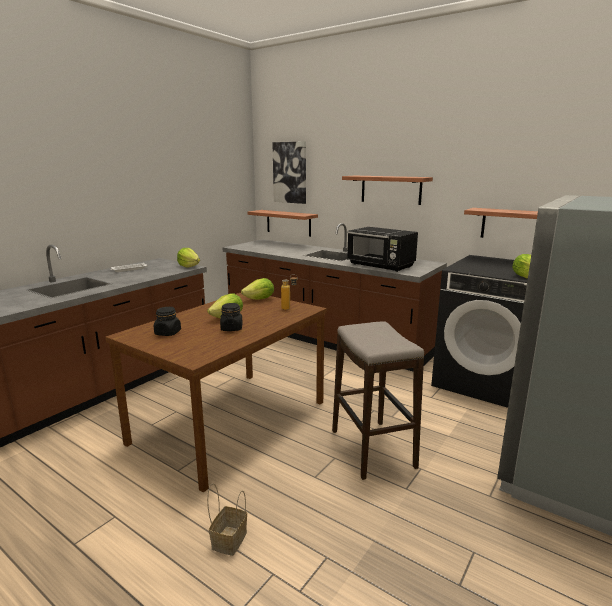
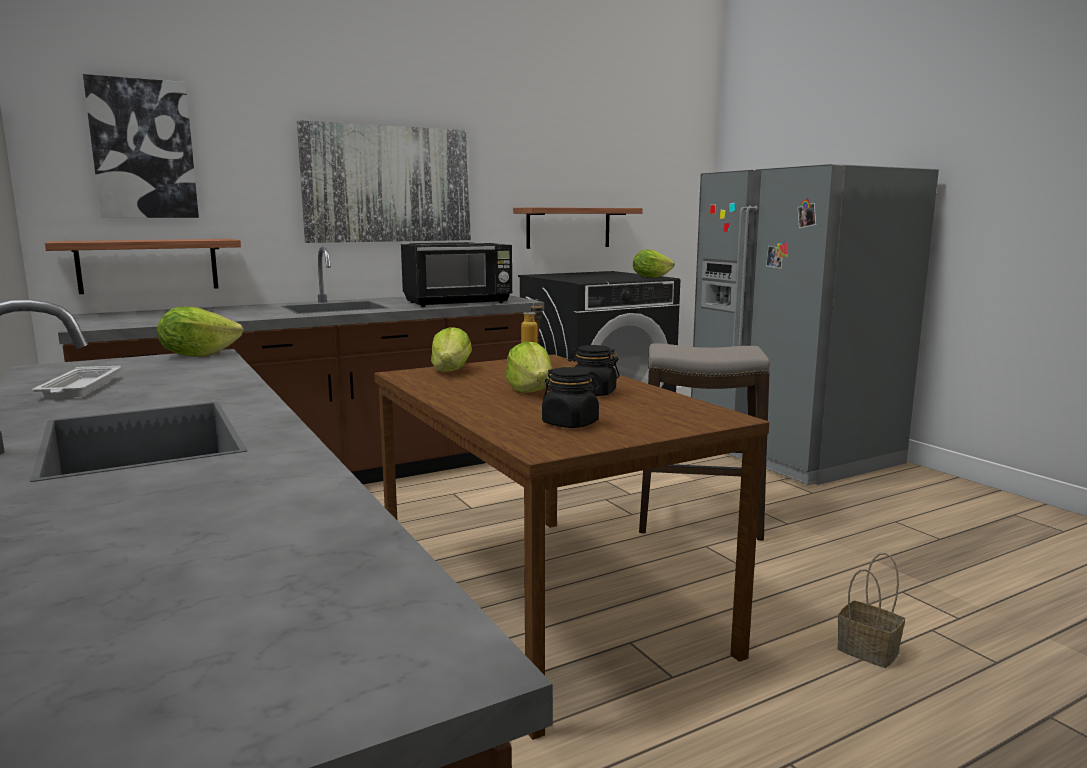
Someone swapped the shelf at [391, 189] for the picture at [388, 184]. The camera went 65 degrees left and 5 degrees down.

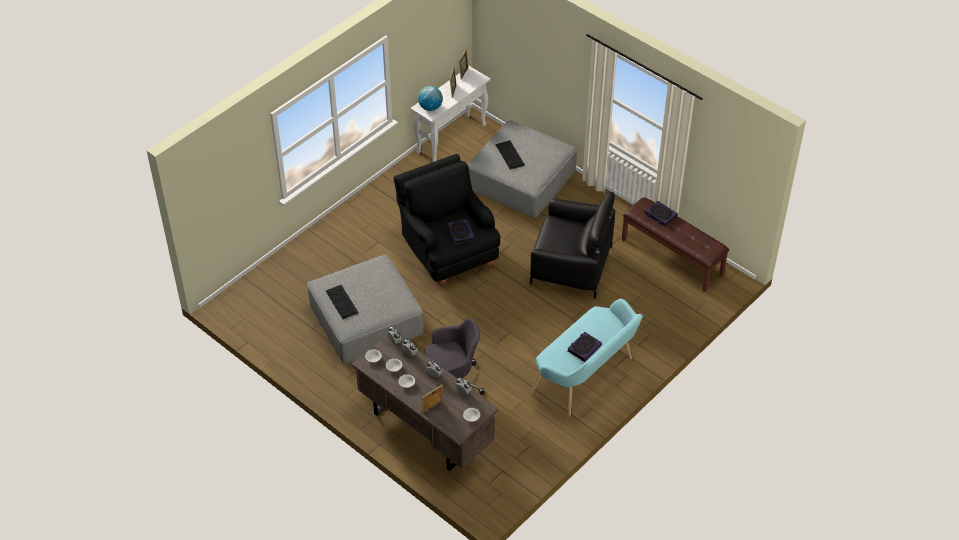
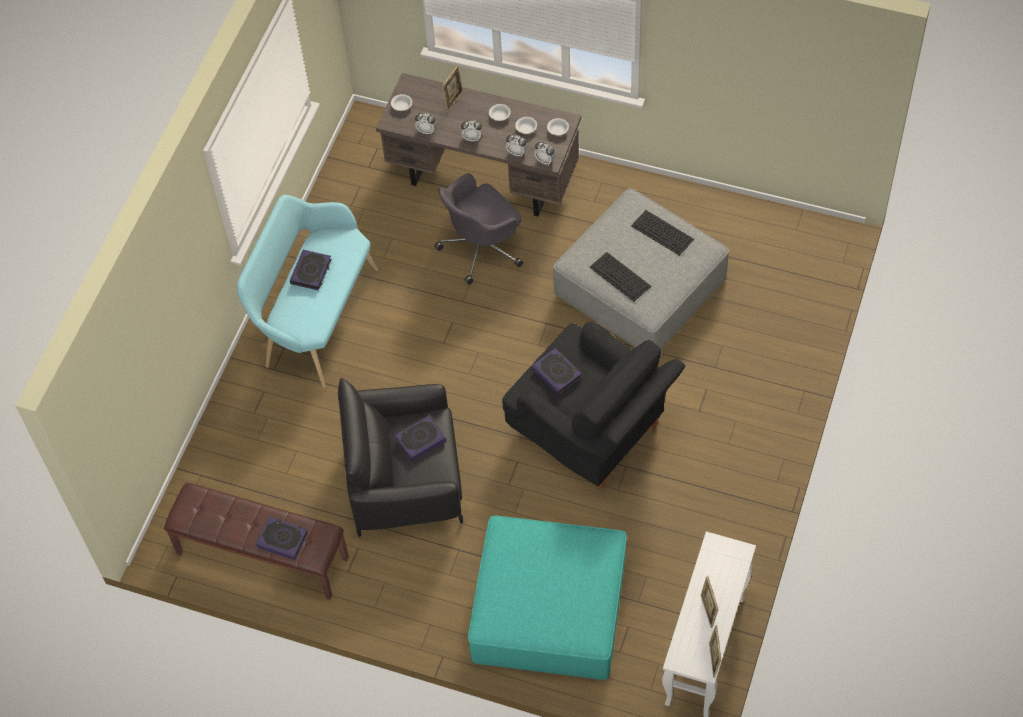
Someone took away the globe at [430, 107]. Someone repainted the grey ottoman at [521, 180], which became the turquoise ottoman at [550, 610]. Someone carried the keyboard from [509, 154] to [621, 277]. Someone put down the book at [420, 440]. The camera went 160 degrees right and 10 degrees up.

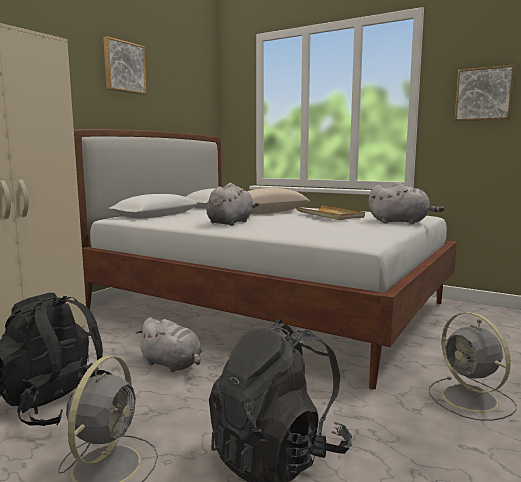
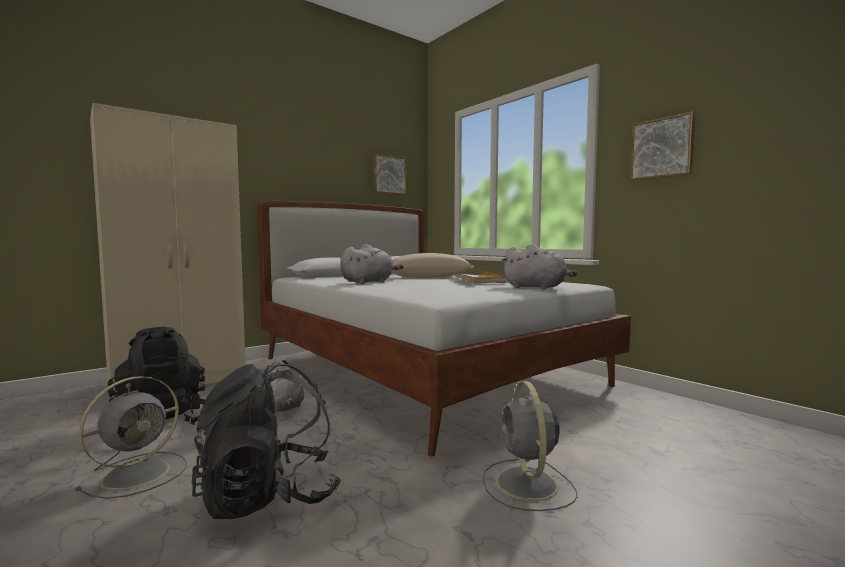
Someone carried the picture from [123, 67] to [388, 175]. The camera went 20 degrees right and 5 degrees down.

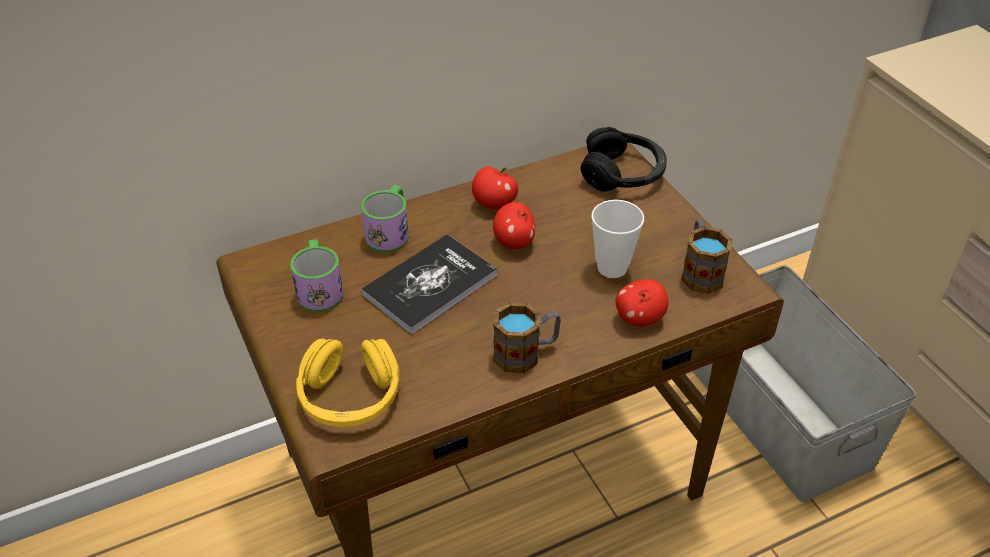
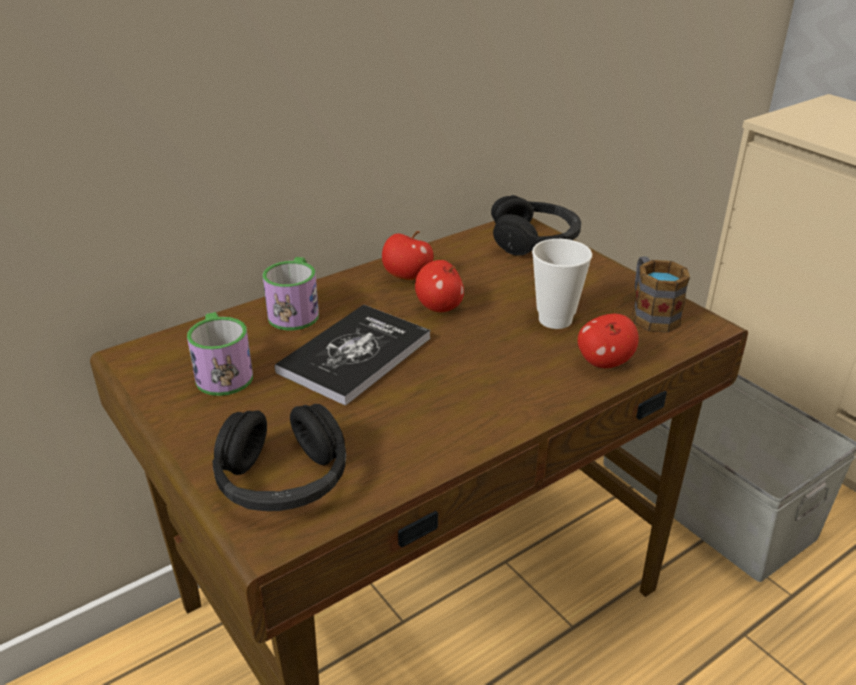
Someone took away the mug at [526, 353]. Someone repainted the yellow headphones at [350, 397], which became the black headphones at [282, 480]. The camera went 10 degrees left and 10 degrees down.

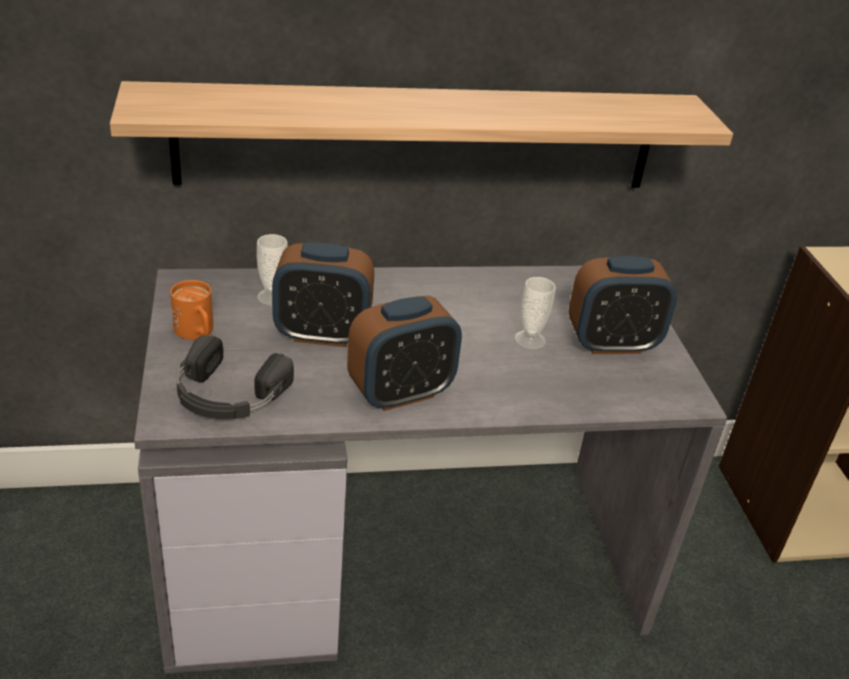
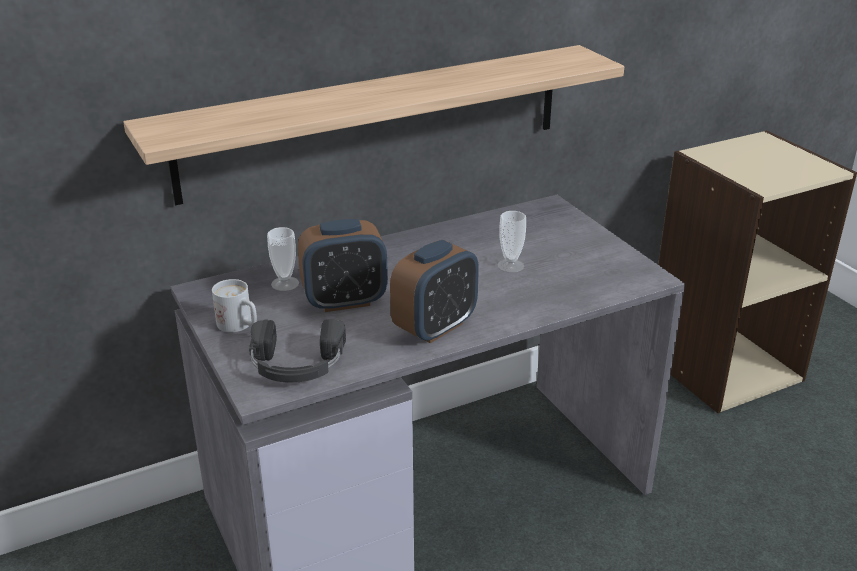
Someone took away the alarm clock at [612, 343]. Someone repainted the orange mug at [197, 333], which became the white mug at [239, 325]. The camera went 15 degrees left and 5 degrees down.

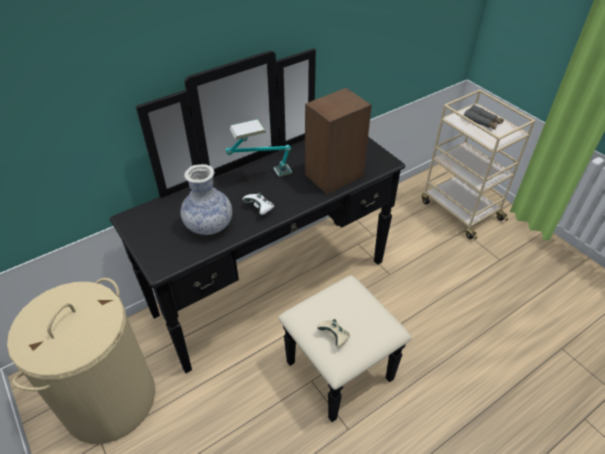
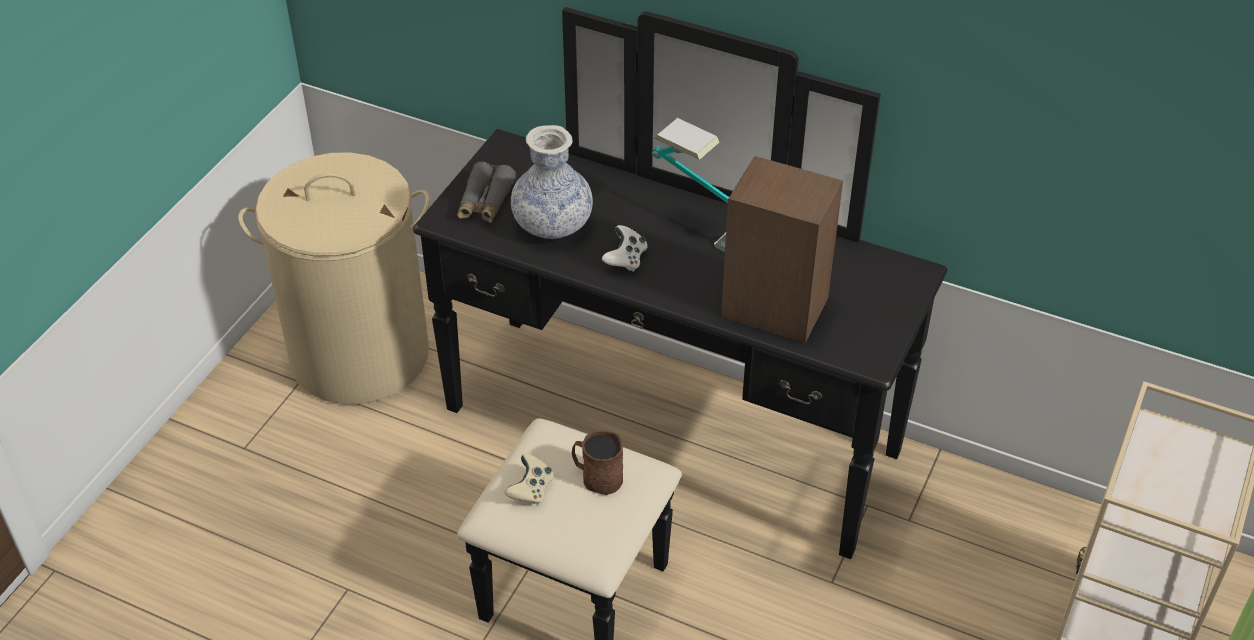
Someone carried the grey binoculars from [482, 122] to [485, 202]. Someone put down the brown mug at [597, 477]. The camera went 60 degrees right and 0 degrees up.

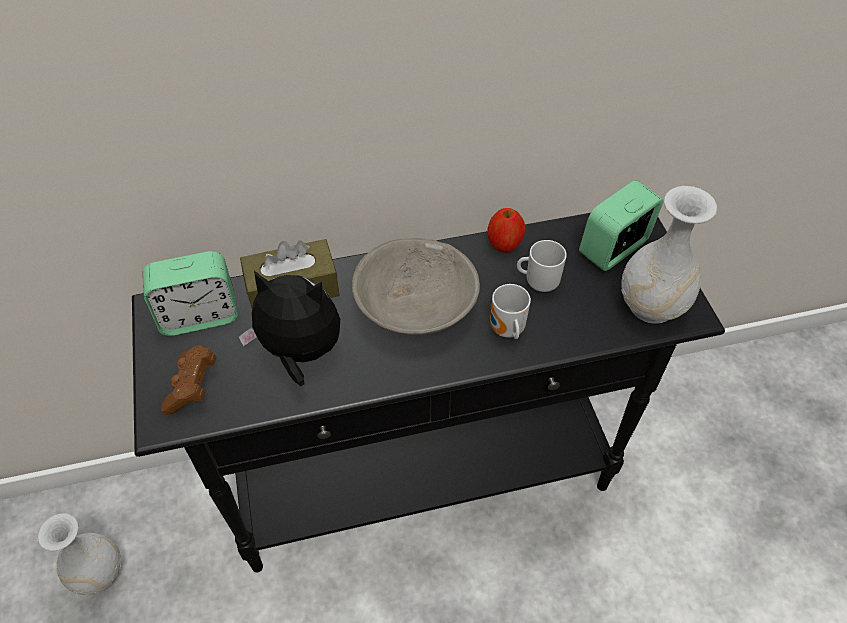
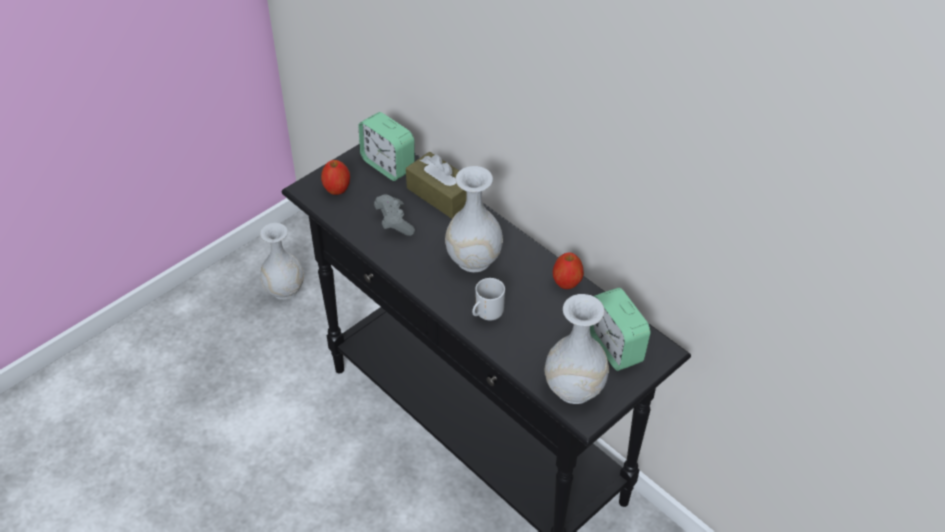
Someone rotated the alarm clock at [614, 249] by 135 degrees counterclockwise. Someone swapped the grey bowl at [415, 305] for the white vase at [473, 259]. Someone took away the mug at [539, 282]. Someone swapped the plush toy at [299, 353] for the grey game controller at [394, 222]. Someone swapped the brown game controller at [192, 387] for the apple at [337, 189]. The camera went 60 degrees right and 5 degrees down.

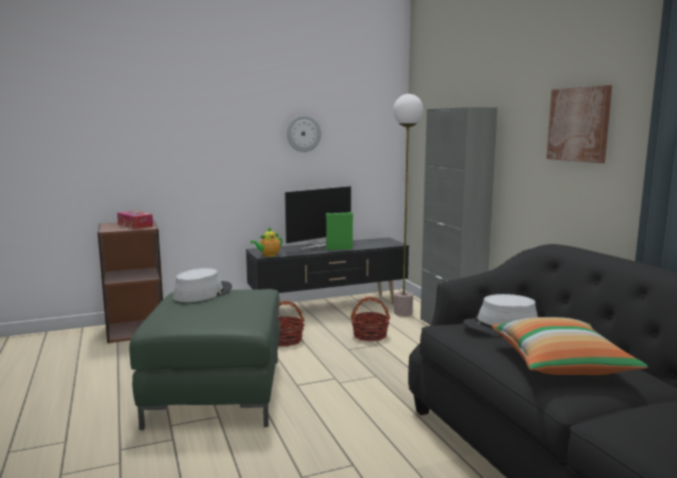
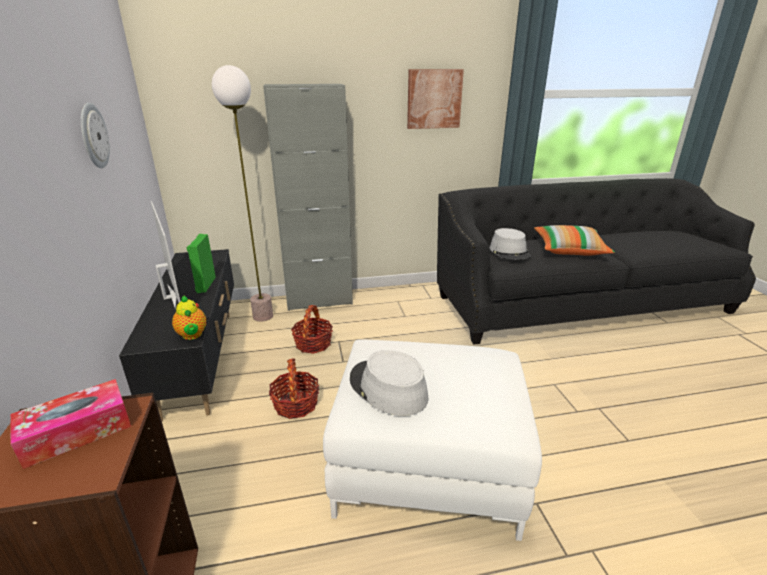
Someone repainted the green ottoman at [216, 392], which became the white ottoman at [427, 468]. The camera went 80 degrees left and 15 degrees up.

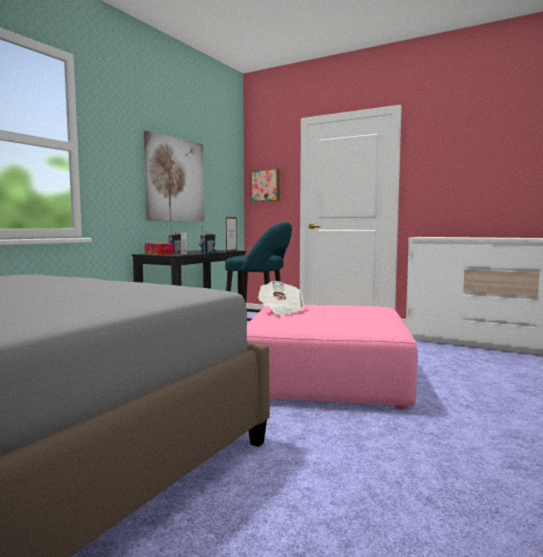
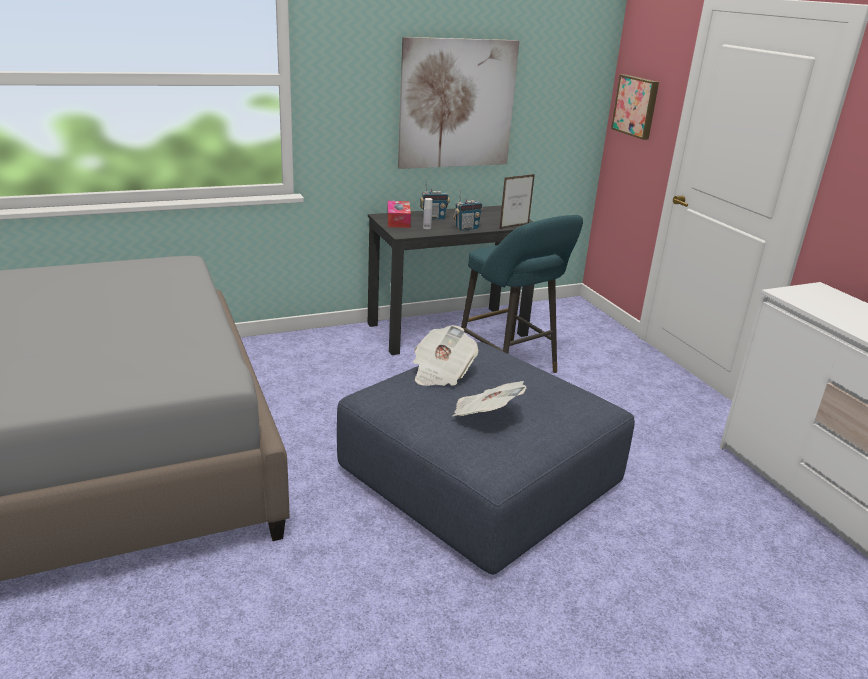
Someone repainted the pink ottoman at [326, 378], which became the blue ottoman at [481, 476]. Someone put down the newspaper at [485, 415]. The camera went 35 degrees right and 20 degrees up.

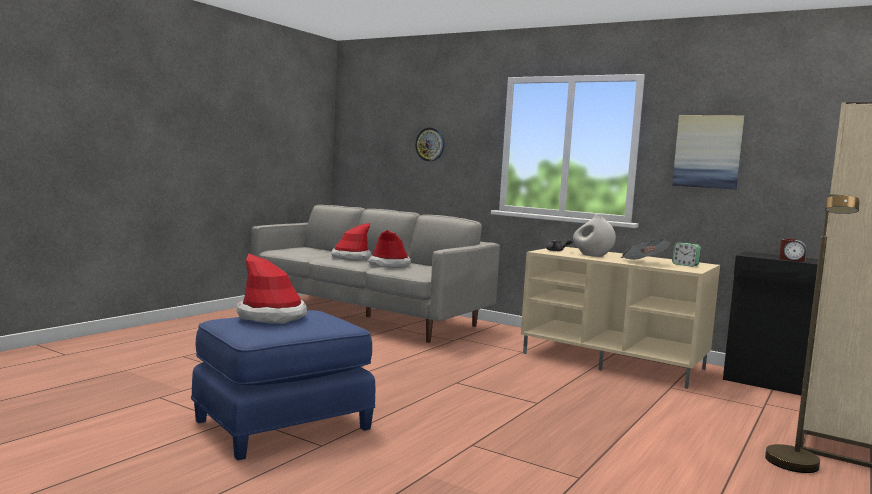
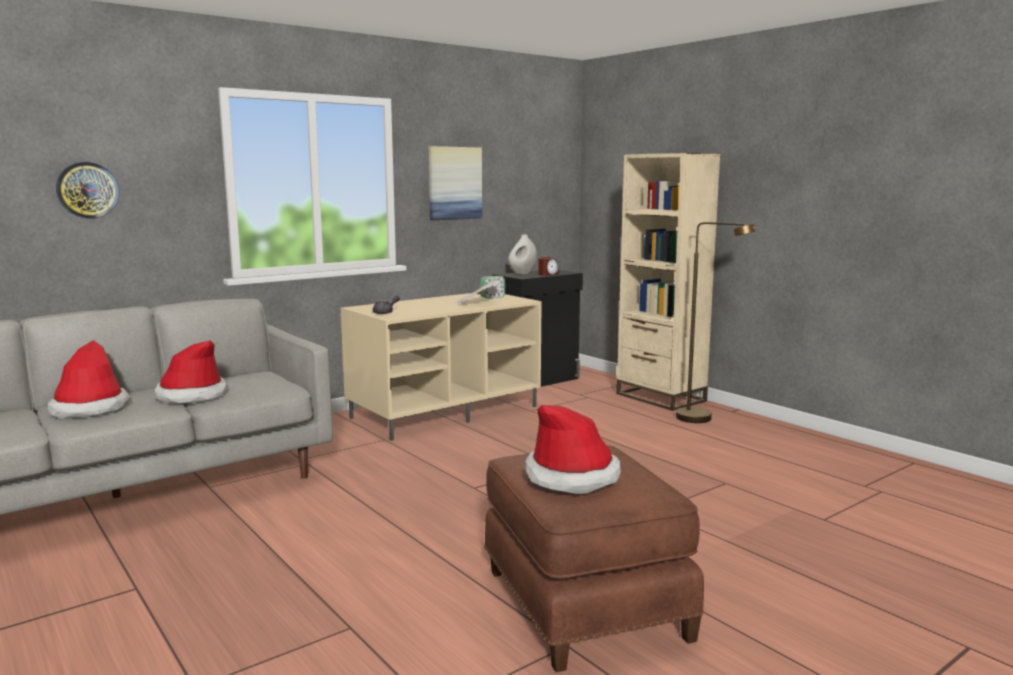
Someone carried the white vase from [592, 255] to [522, 273]. Someone repainted the blue ottoman at [282, 424], which became the brown ottoman at [582, 604]. The camera went 70 degrees left and 5 degrees up.

